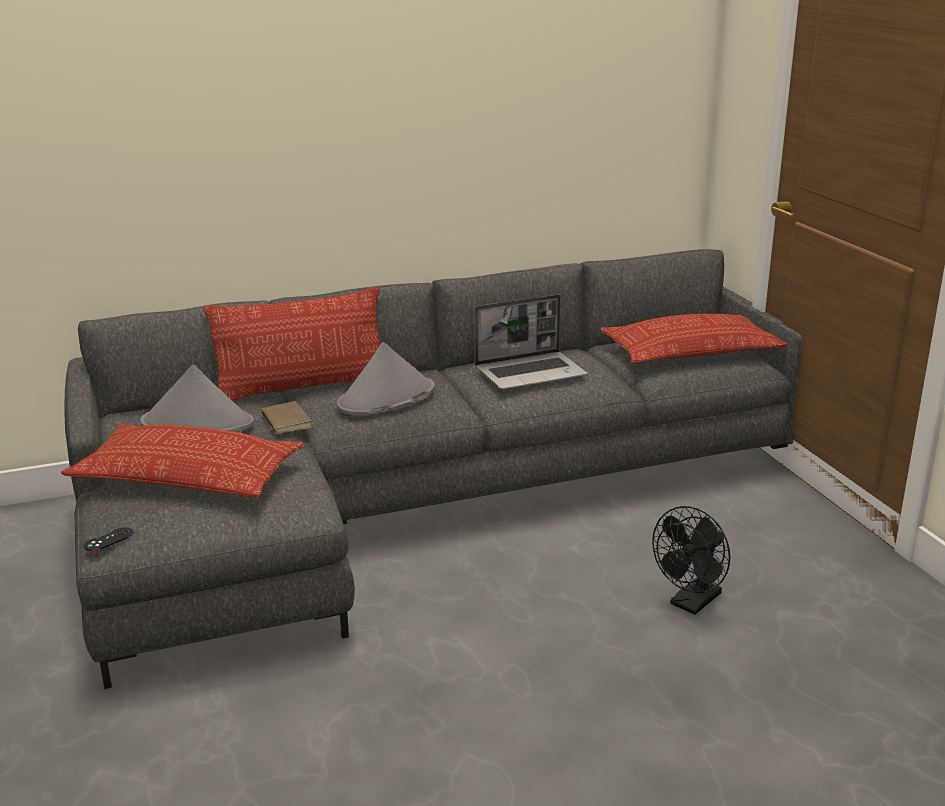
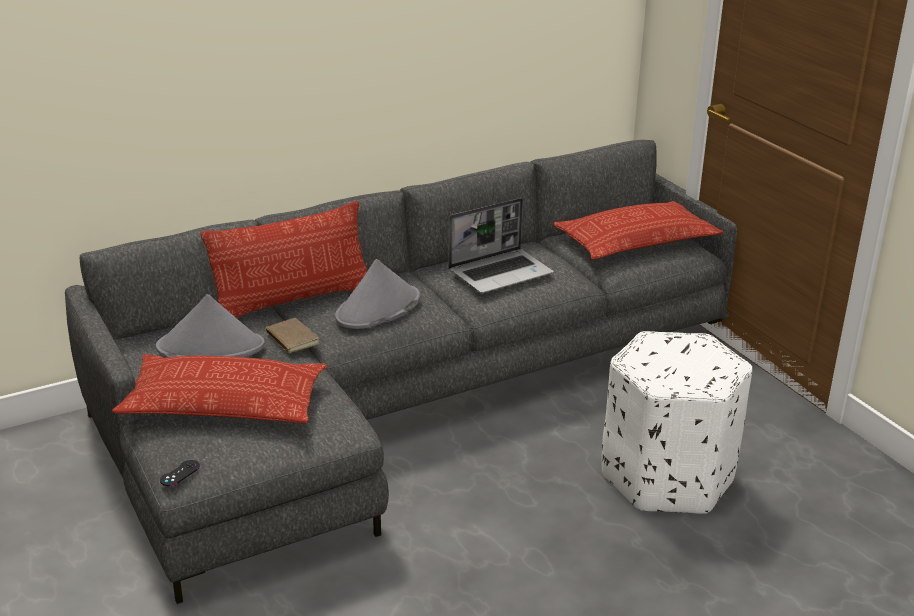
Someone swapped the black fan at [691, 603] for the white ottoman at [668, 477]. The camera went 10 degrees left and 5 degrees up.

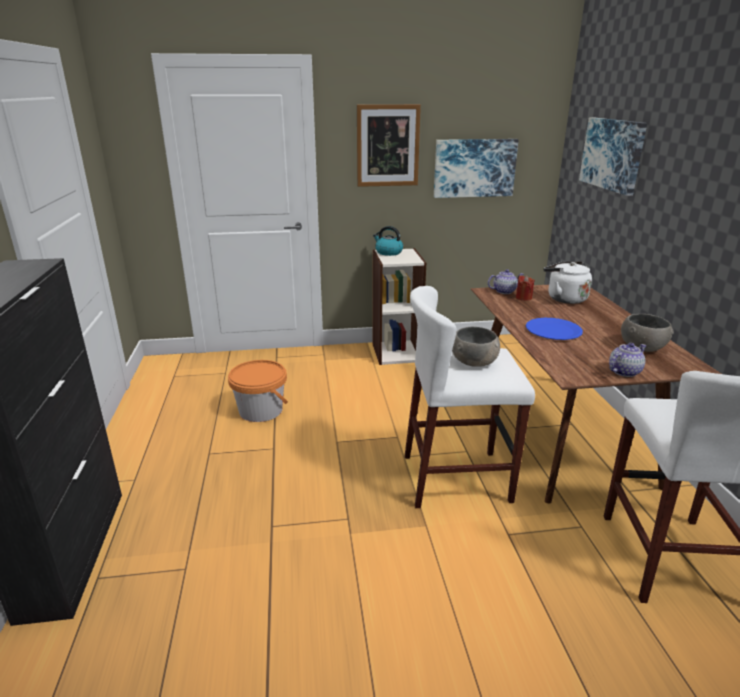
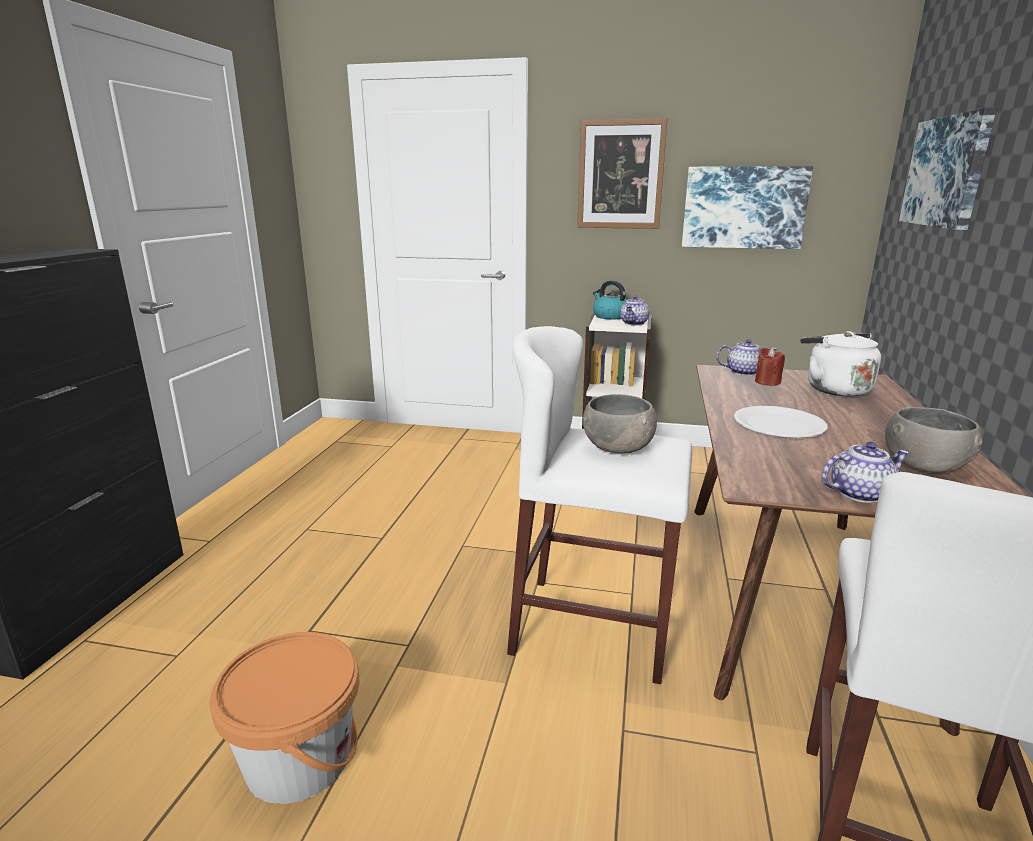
Someone repainted the blue plate at [553, 330], which became the white plate at [779, 424]. Someone carried the orange bucket from [261, 410] to [299, 758]. Someone put down the teapot at [634, 323]. The camera went 20 degrees right and 5 degrees down.

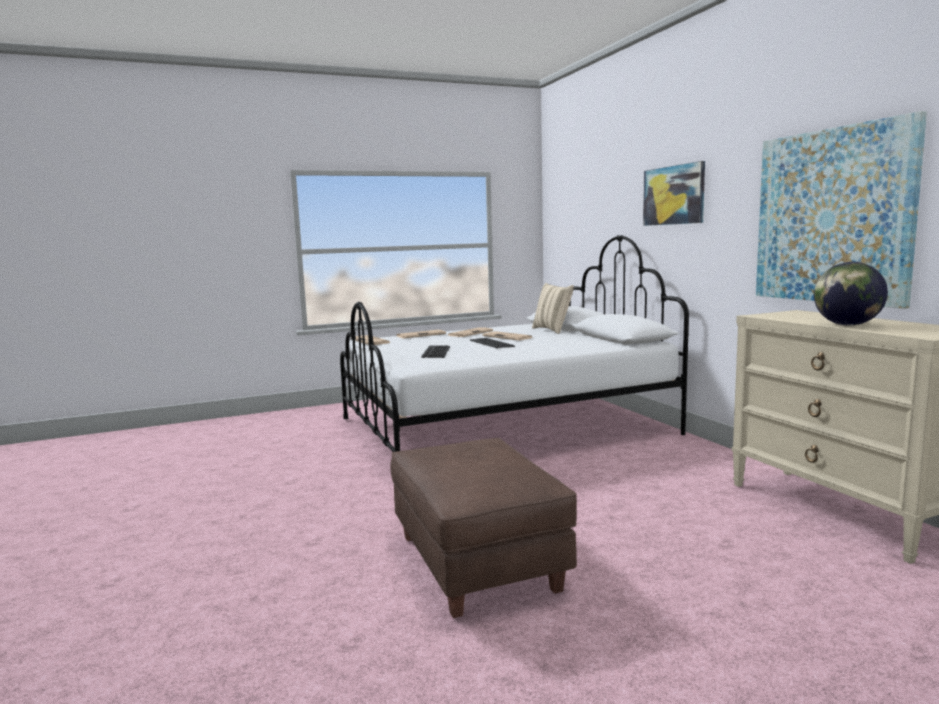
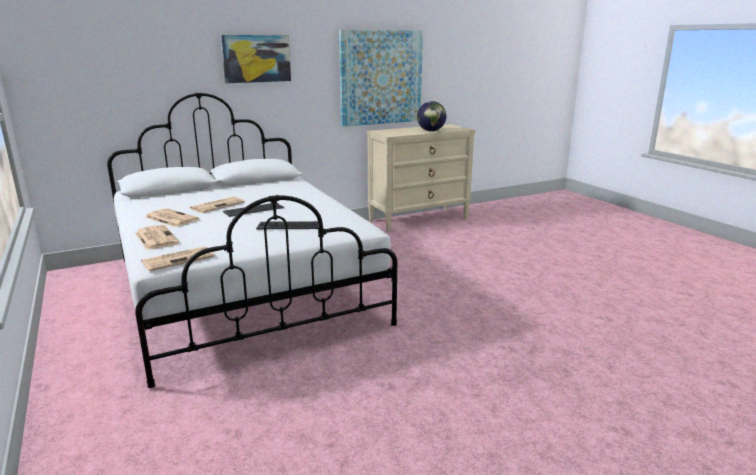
Someone took away the beige pillow at [552, 330]. Someone took away the brown ottoman at [477, 563]. The camera went 95 degrees left and 10 degrees up.

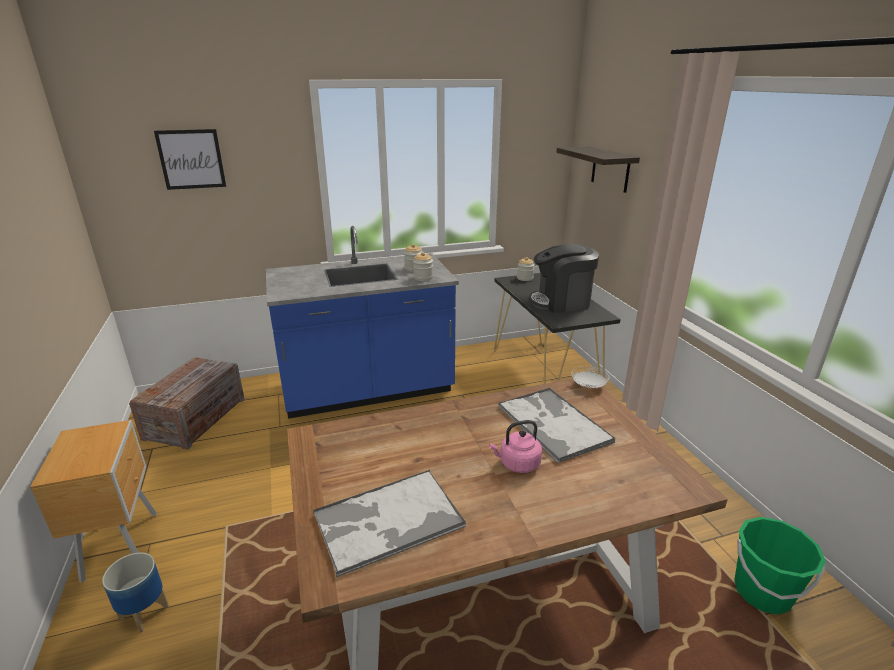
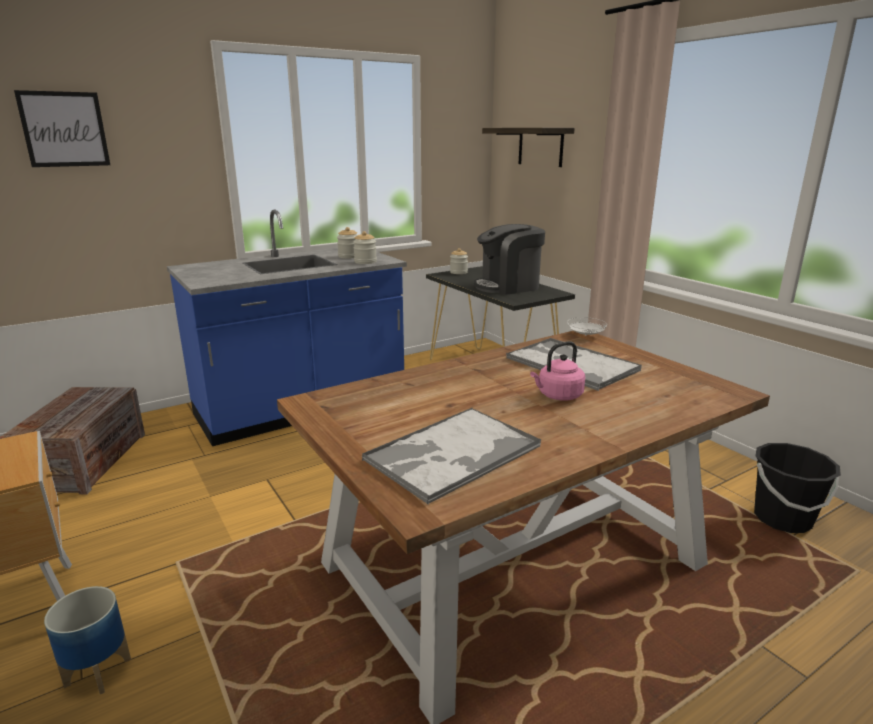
Someone repainted the green bucket at [762, 592], which became the black bucket at [782, 518]. The camera went 15 degrees left and 5 degrees down.

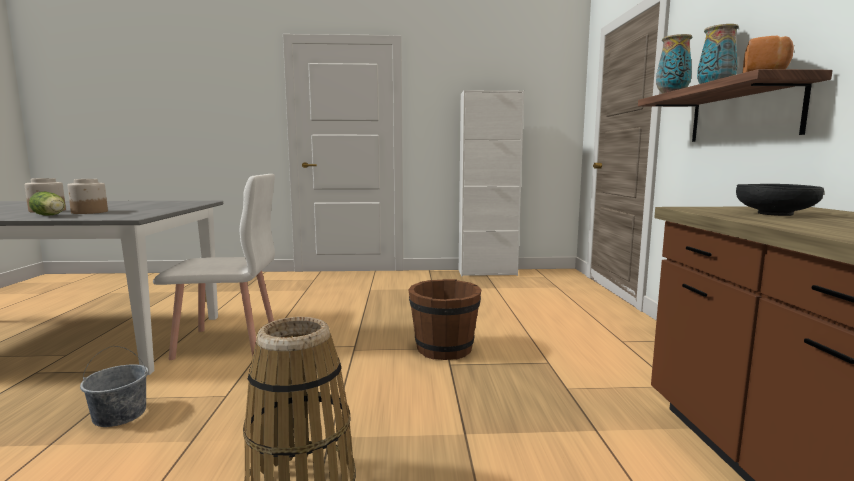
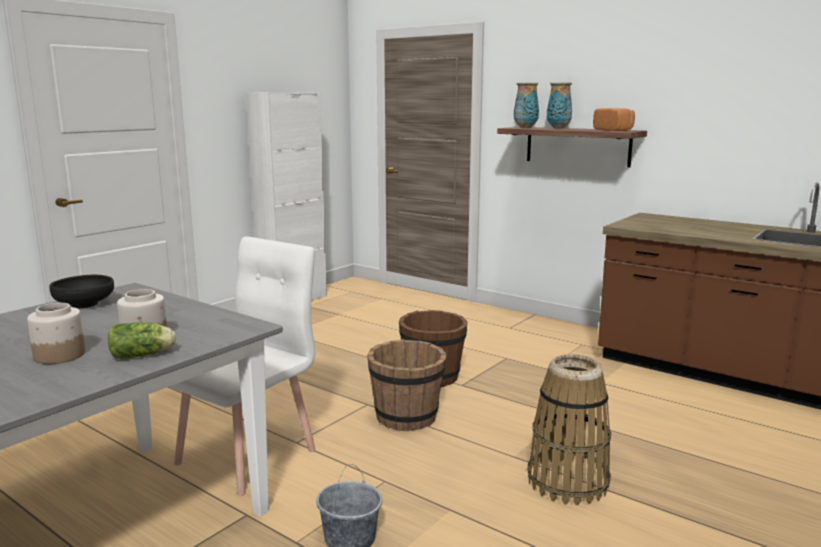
Someone carried the black bowl from [774, 214] to [84, 304]. Someone put down the brown bucket at [407, 417]. The camera went 50 degrees left and 5 degrees up.

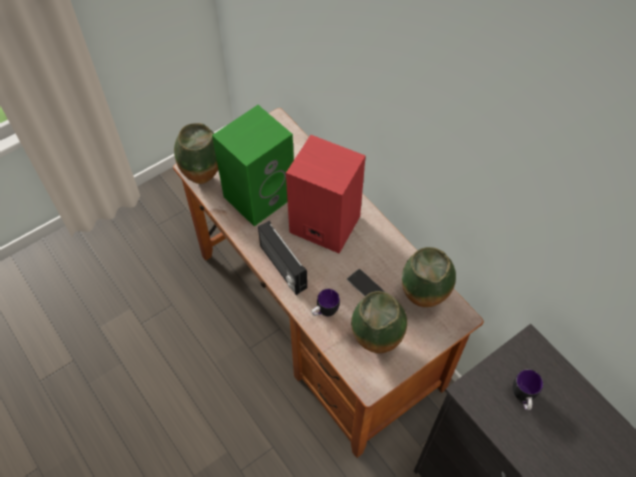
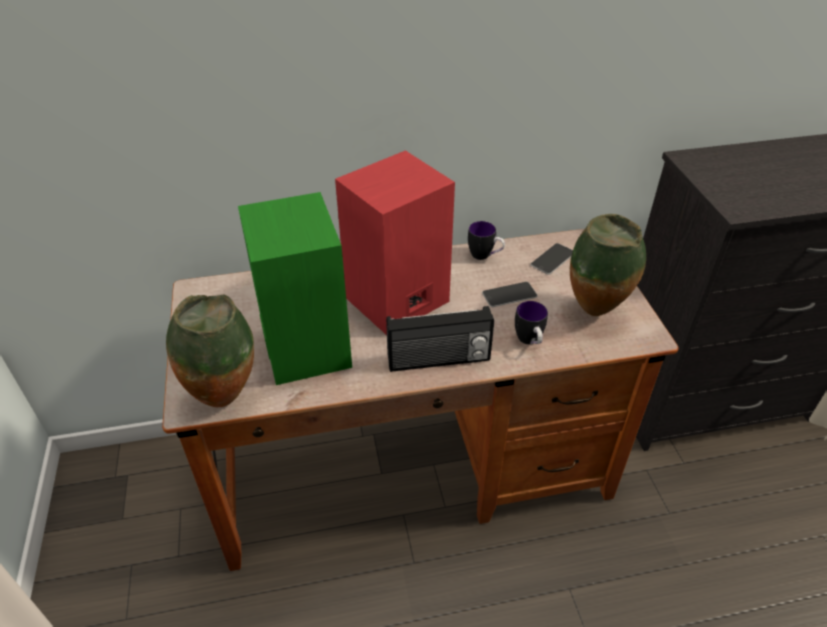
Someone swapped the vase at [422, 301] for the phone at [553, 259]. Someone carried the mug from [522, 398] to [485, 256]. The camera went 65 degrees left and 15 degrees down.

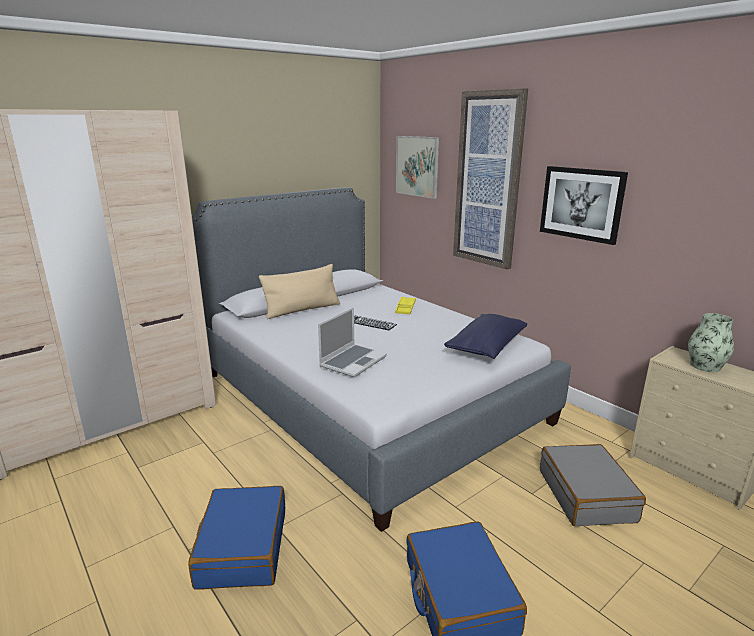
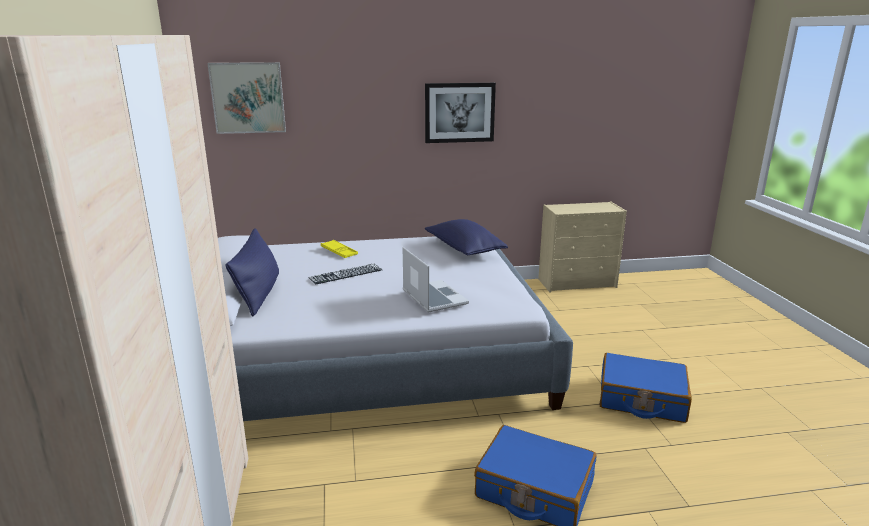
Someone took away the picture at [488, 180]. Someone repainted the beige pillow at [302, 310], which became the blue pillow at [258, 293]. Someone took away the vase at [705, 366]. Someone took away the grey suitcase at [586, 495]. The camera went 60 degrees left and 0 degrees up.

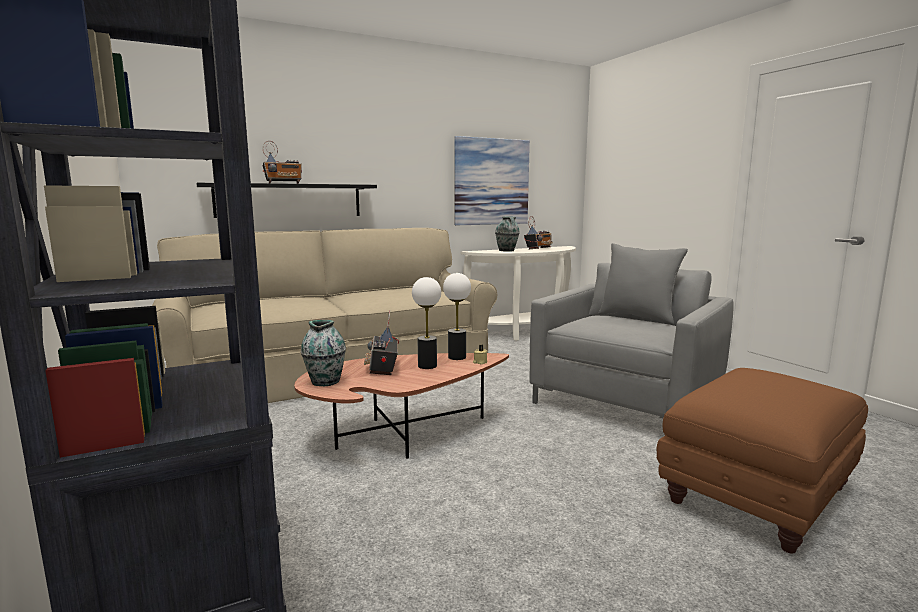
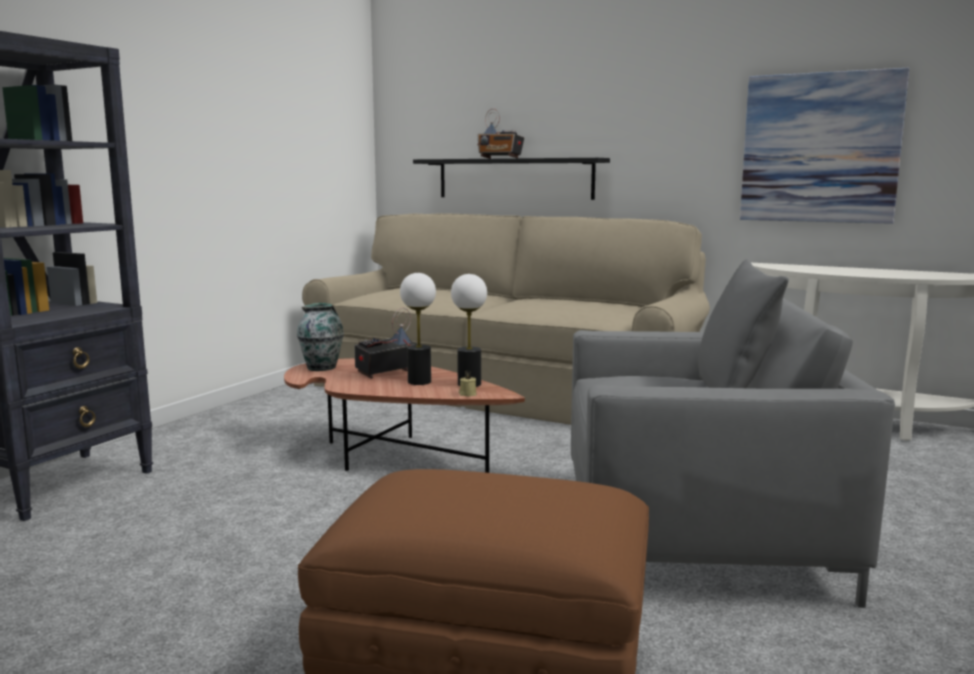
Someone took away the radio at [538, 249]. Someone took away the vase at [507, 251]. The camera went 55 degrees right and 0 degrees up.

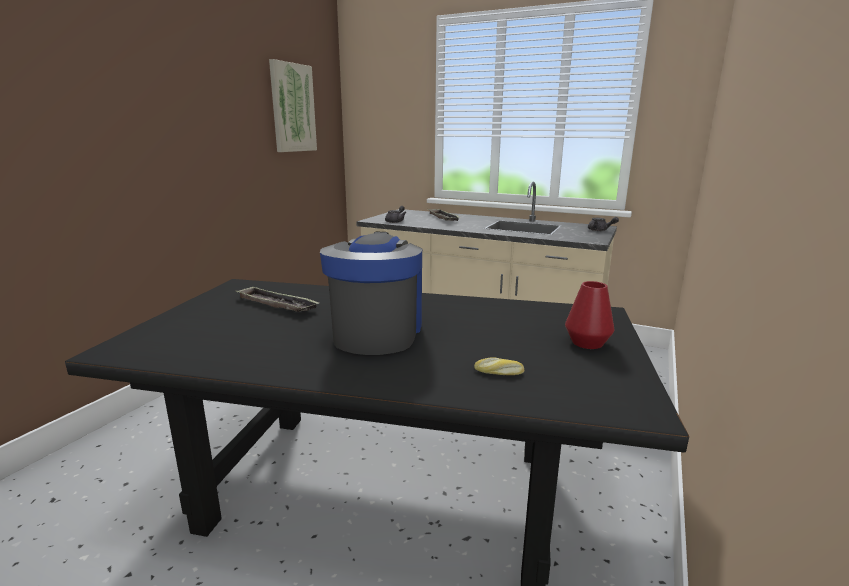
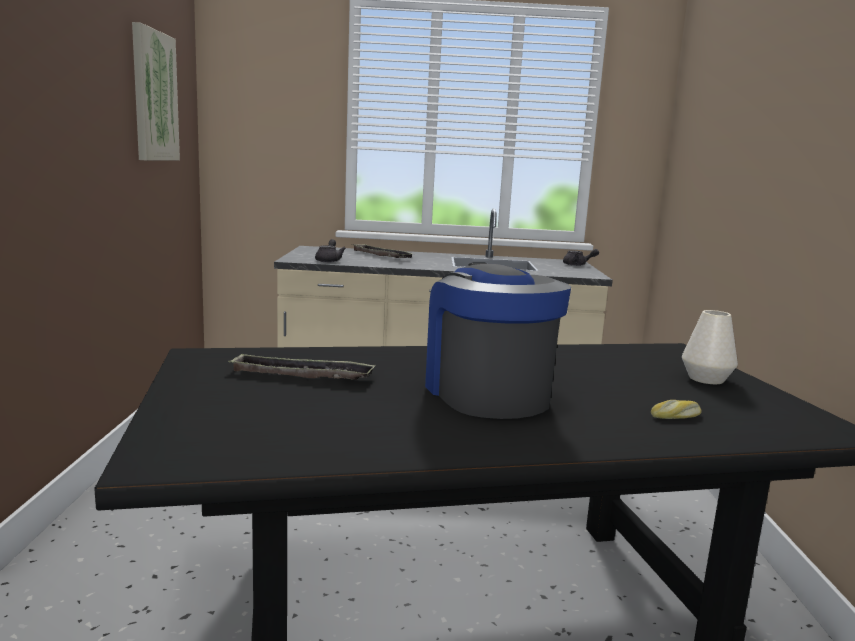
Someone repainted the red vase at [587, 343], which became the white vase at [706, 379]. The camera went 25 degrees left and 5 degrees down.

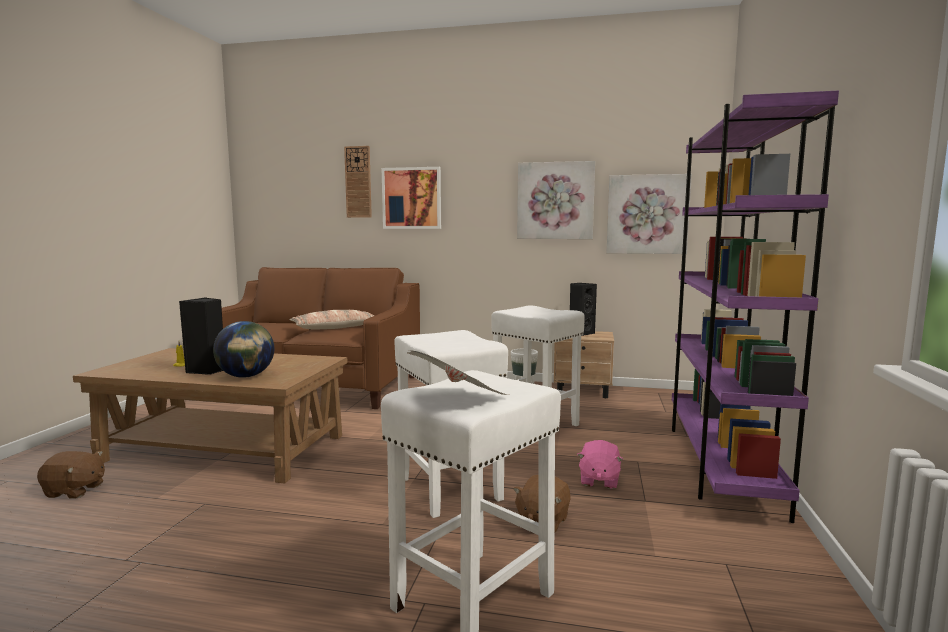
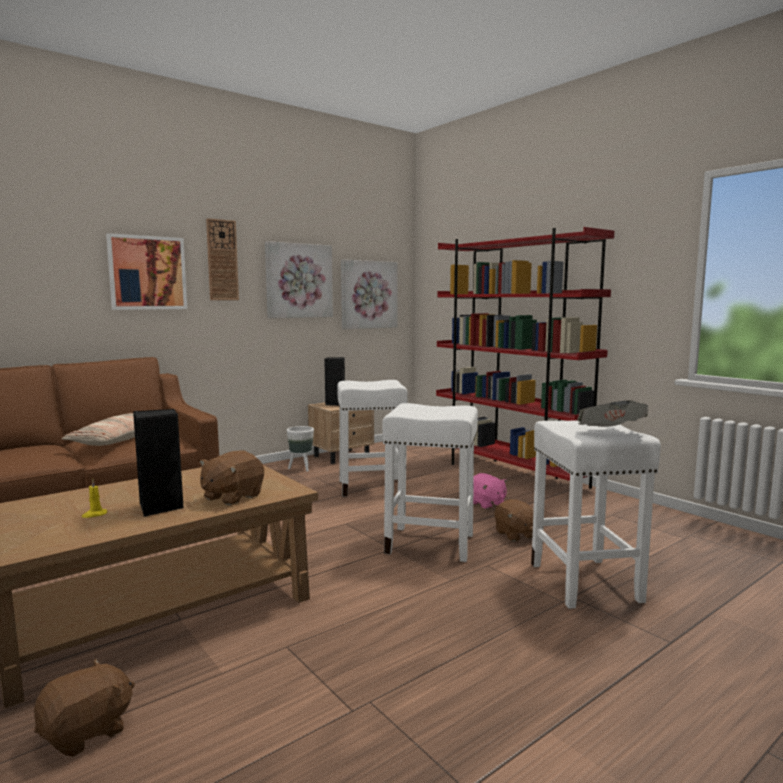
Someone repainted the purple bookcase at [719, 463], which became the red bookcase at [510, 473]. Someone carried the wall clock from [358, 182] to [222, 260]. Someone swapped the globe at [246, 376] for the brown plush toy at [232, 497]. The camera went 50 degrees left and 0 degrees up.

